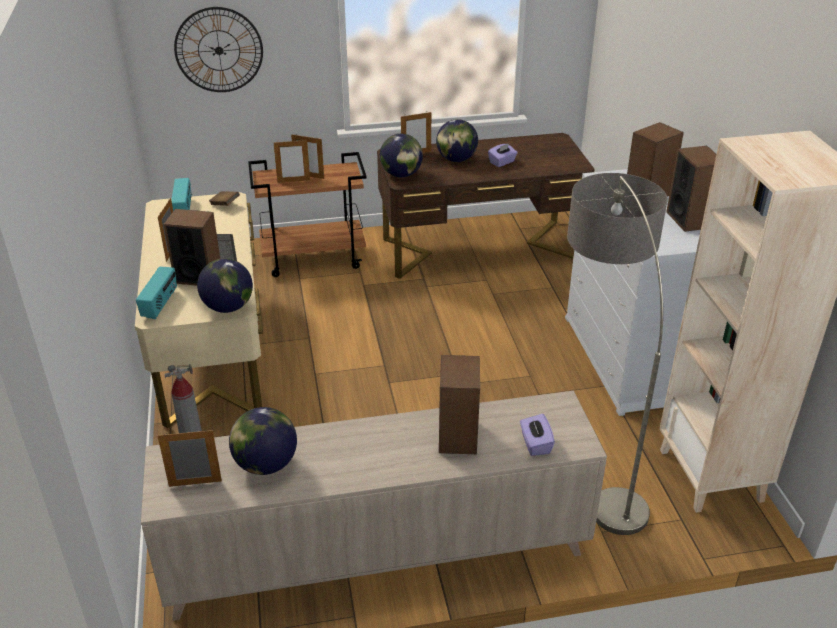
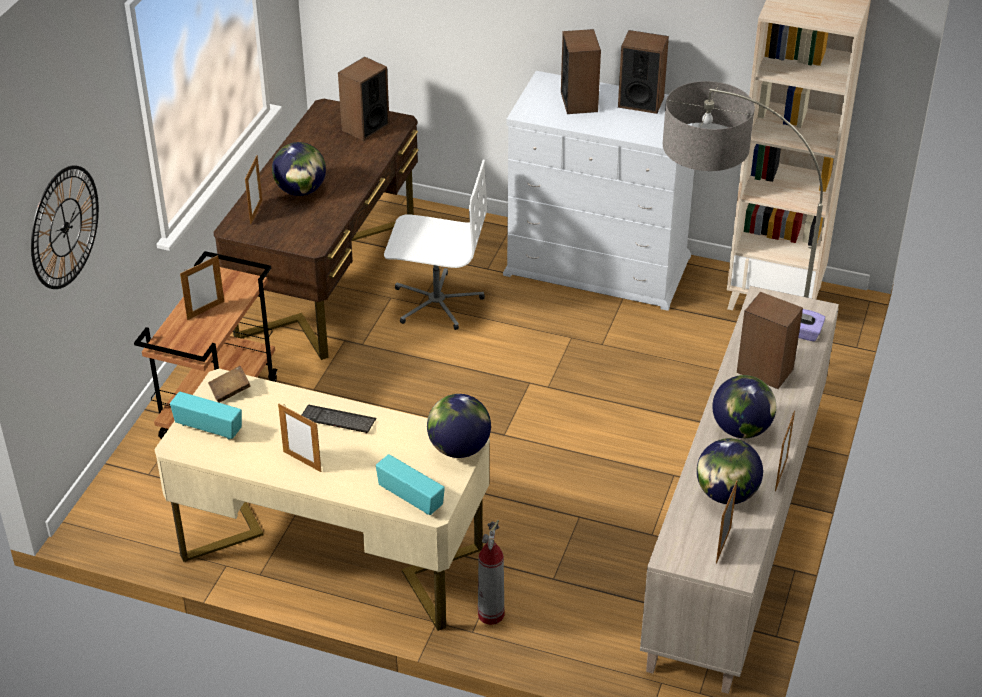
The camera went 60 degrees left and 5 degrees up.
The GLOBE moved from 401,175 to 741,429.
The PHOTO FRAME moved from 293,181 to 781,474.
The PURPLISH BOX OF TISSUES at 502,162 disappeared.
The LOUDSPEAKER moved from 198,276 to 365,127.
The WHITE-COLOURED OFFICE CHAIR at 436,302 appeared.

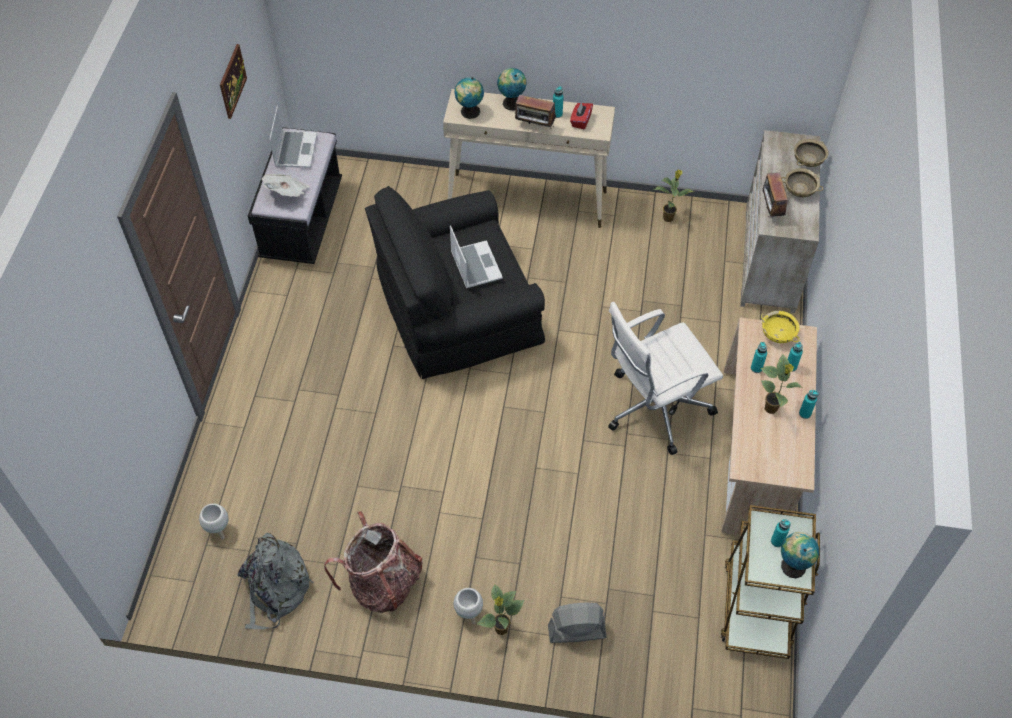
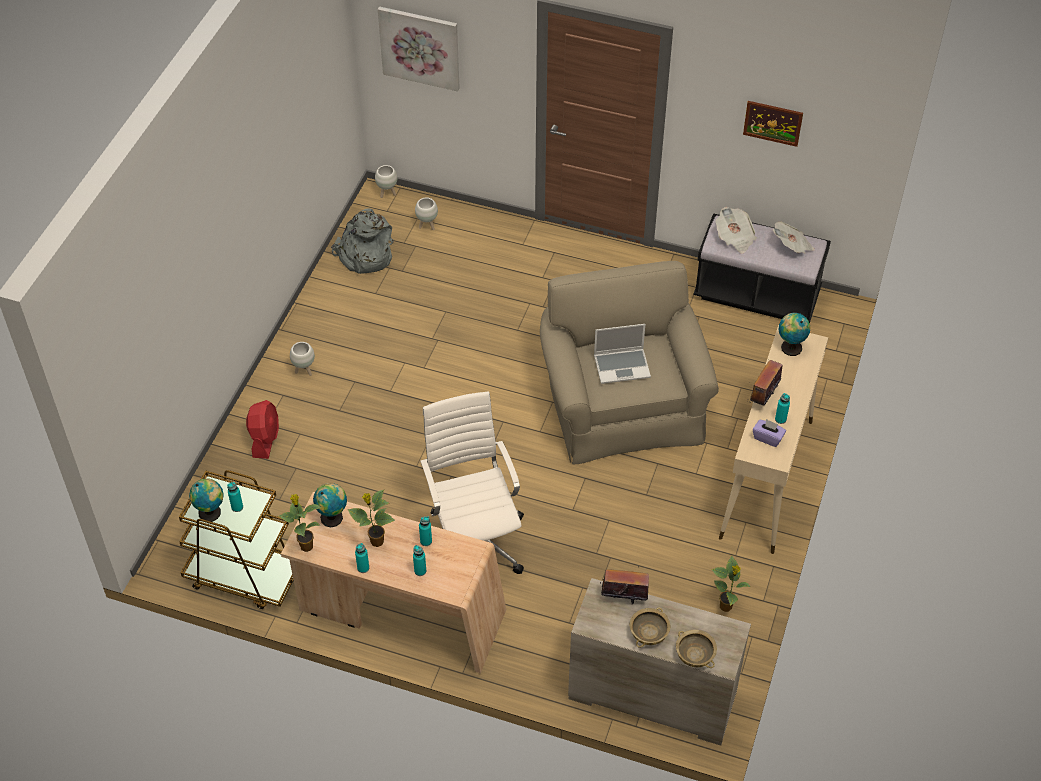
The camera went 100 degrees right and 5 degrees down.
The GLOBE moved from 511,102 to 333,517.
The REDDISH BOX OF TISSUES at 580,121 became the PURPLISH BOX OF TISSUES at 768,438.
The LAPTOP at 295,150 was replaced by the PRINTED PAPER at 792,246.
The BLACK ARMCHAIR at 458,312 became the BEIGE ARMCHAIR at 622,401.
The YELLOWISH DEEP DISH at 777,334 disappeared.
The KNAPSACK at 383,583 disappeared.
The PLANT IN A POT moved from 501,629 to 305,545.
The GREYISH ELECTRIC FAN at 576,631 became the REDDISH ELECTRIC FAN at 265,439.
The PICTURE at 420,47 appeared.
The WHITE-COLOURED FLOWER POT at 387,193 appeared.

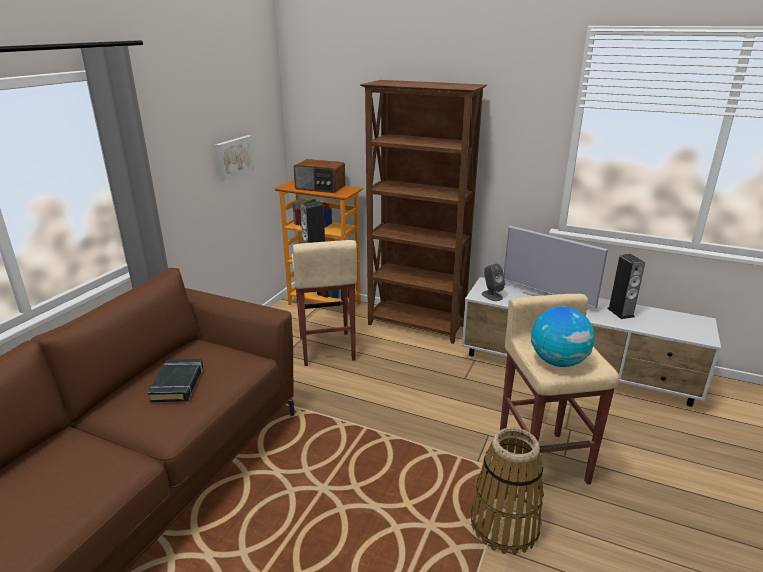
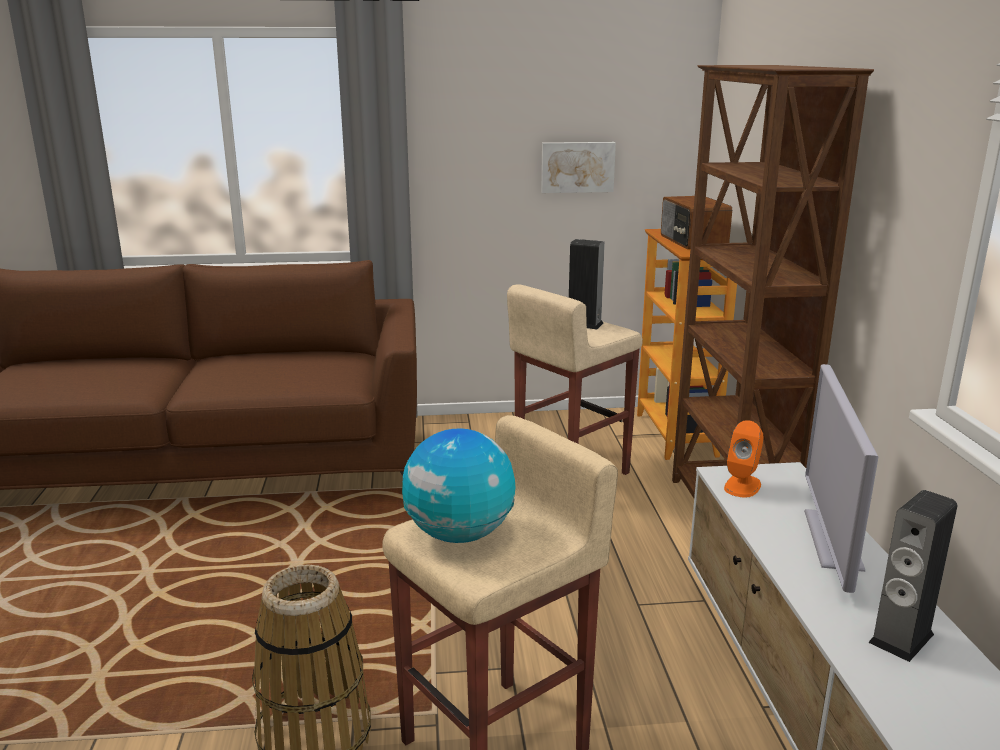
The camera went 60 degrees right and 5 degrees down.
The GREYISH LOUDSPEAKER at 491,295 became the ORANGEY LOUDSPEAKER at 742,486.
The BLACK BOUND BOOK at 178,384 disappeared.

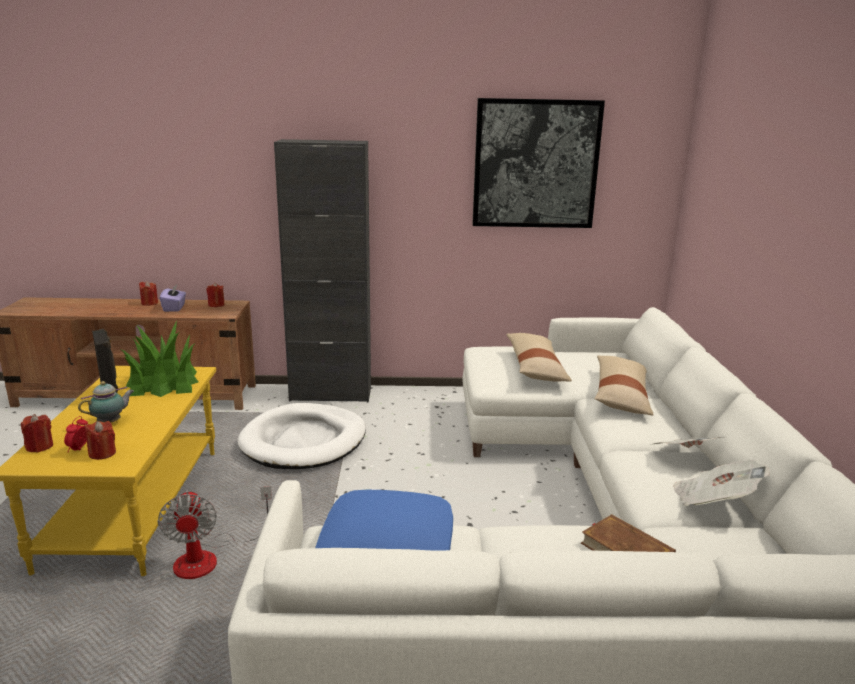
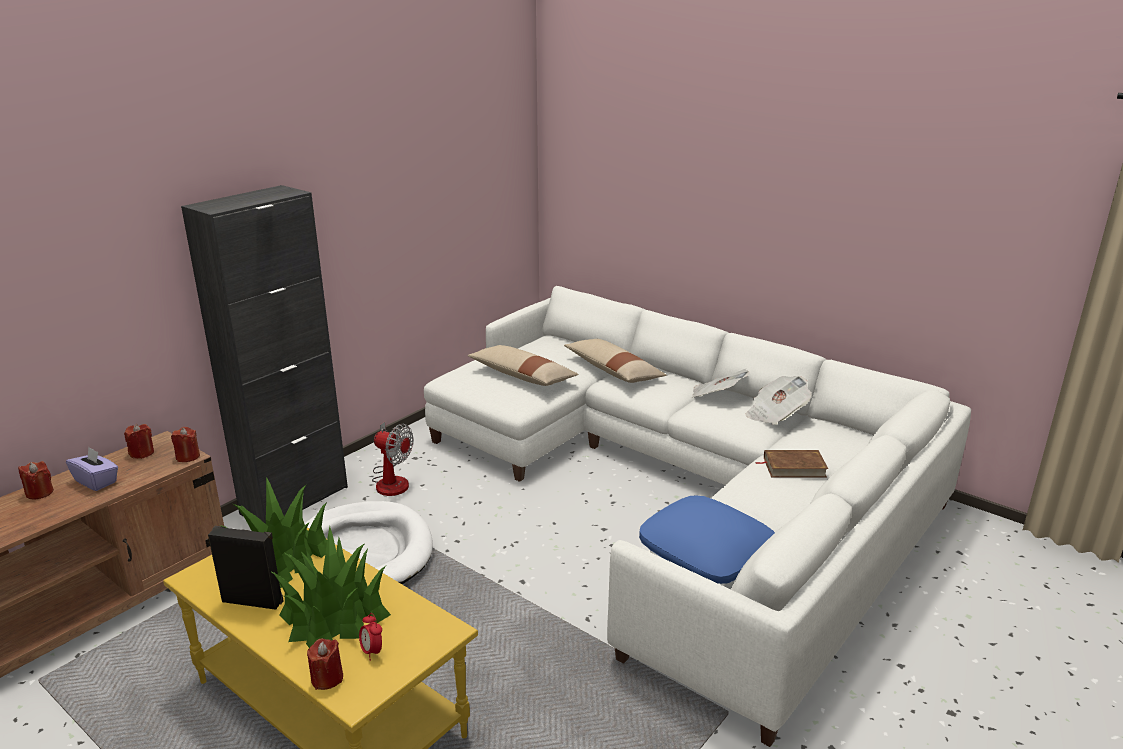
The camera went 50 degrees left and 5 degrees up.
The PICTURE at 535,164 disappeared.
The POT FOR TEA at 111,422 was replaced by the PLANT IN A POT at 333,616.
The REDDISH WAX CANDLE moved from 102,453 to 188,456.
The ELECTRIC FAN moved from 209,558 to 391,480.

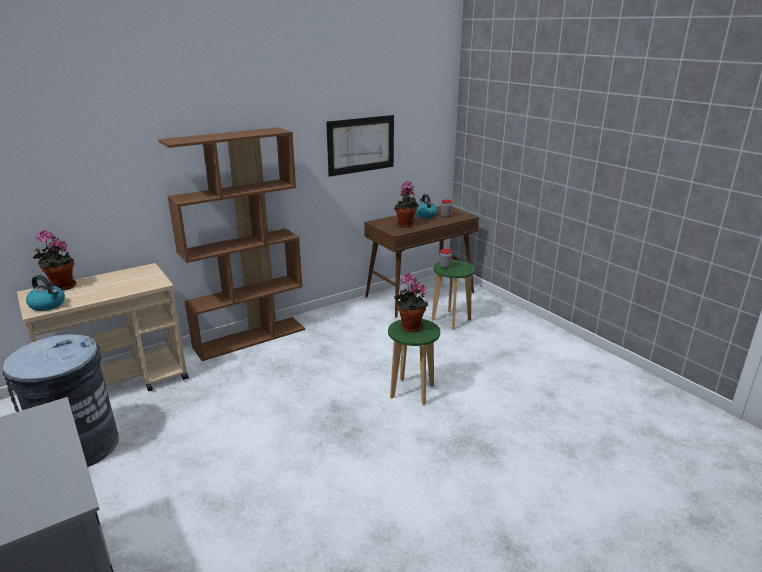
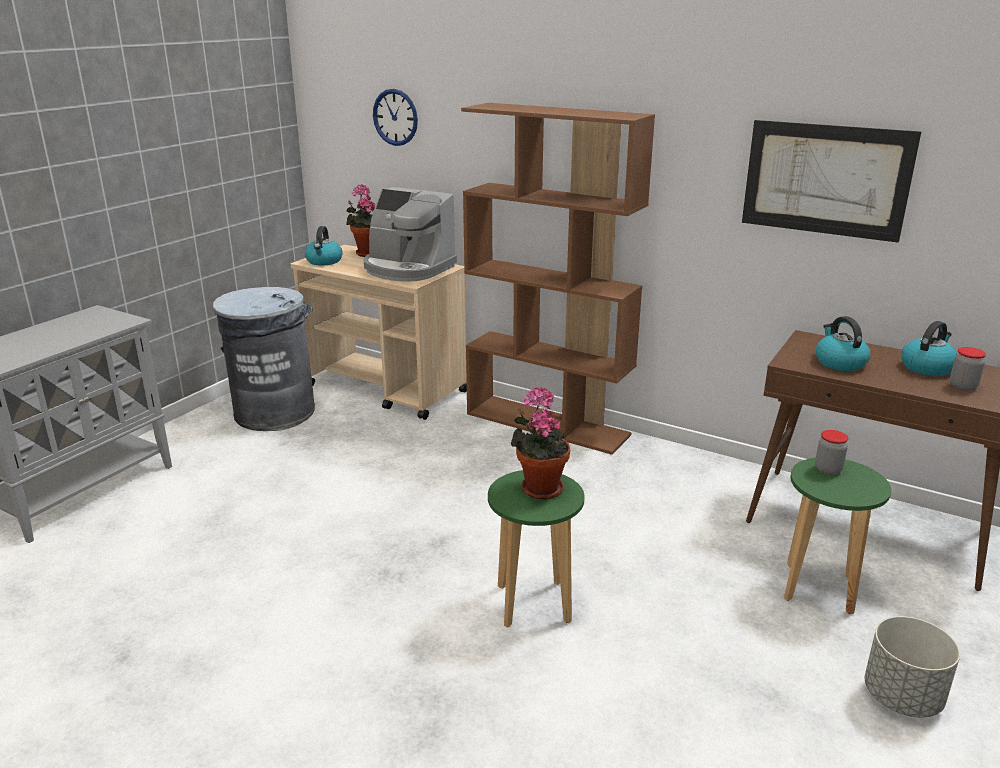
The camera went 65 degrees right and 0 degrees up.
The PLANT IN A POT at 406,225 was replaced by the TEA KETTLE at 839,363.
The HANGING CLOCK at 395,117 appeared.
The COFFEE MAKER at 407,269 appeared.
The GREYISH FLOWER POT at 902,697 appeared.

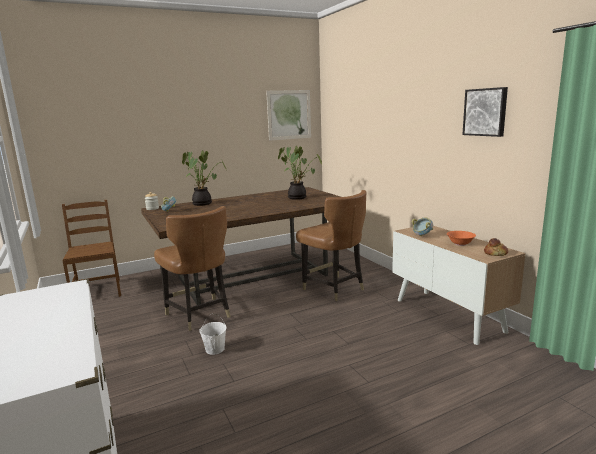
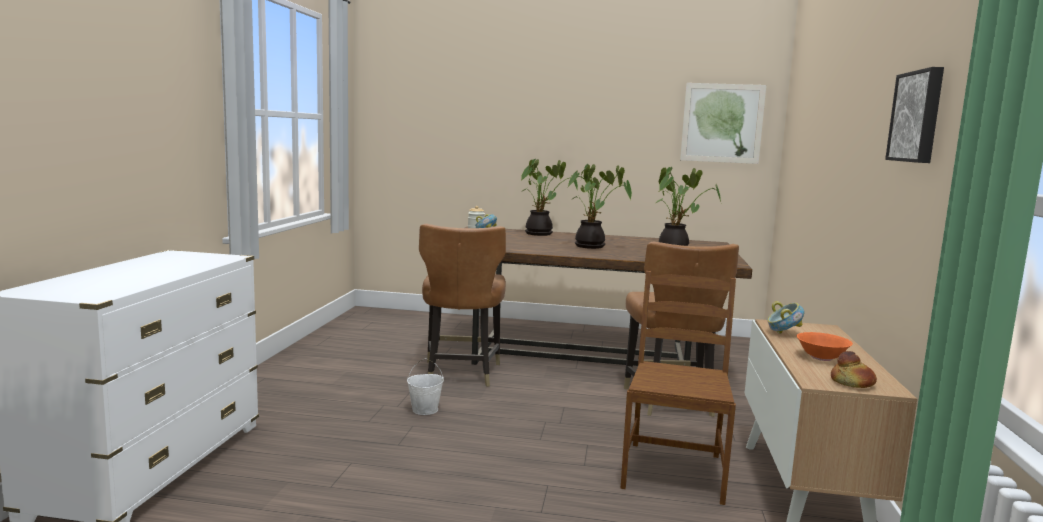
The camera went 35 degrees right and 5 degrees down.
The BROWN-COLOURED UPRIGHT CHAIR moved from 97,291 to 673,471.
The PLANT IN A POT at 592,246 appeared.

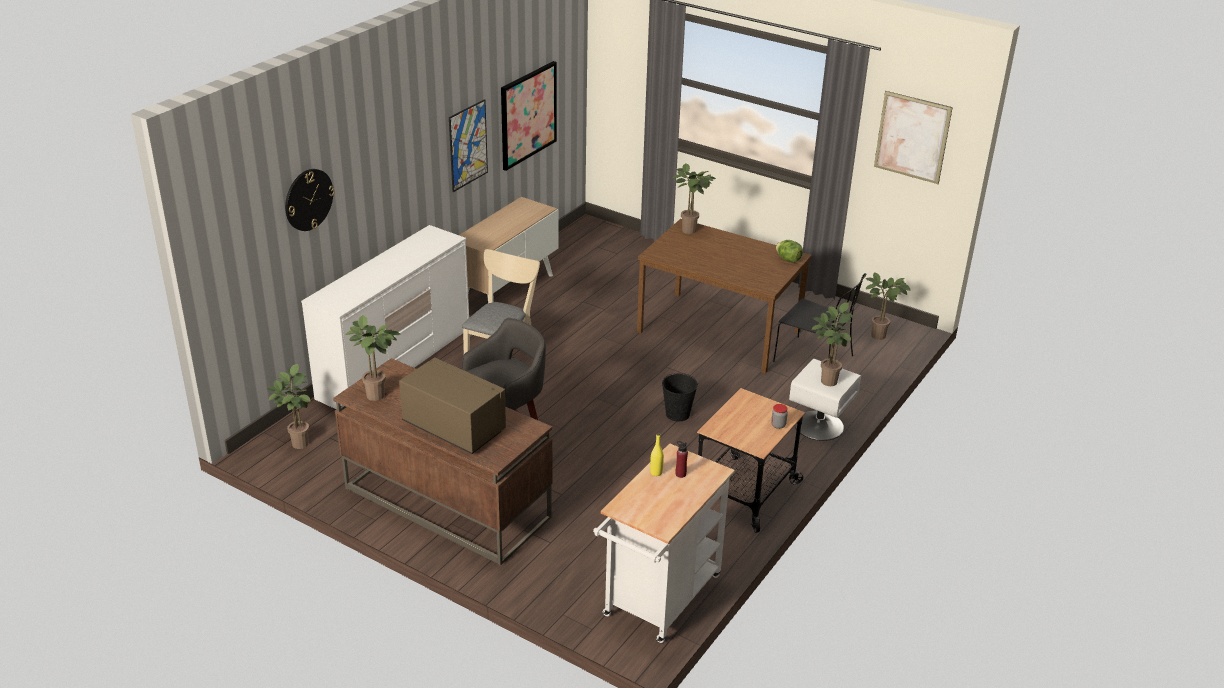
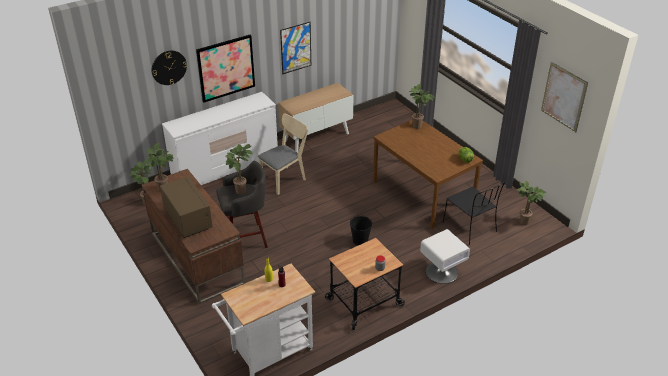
The camera went 25 degrees right and 5 degrees up.
The PICTURE moved from 528,115 to 226,68.
The PLANT IN A POT moved from 827,380 to 240,189.

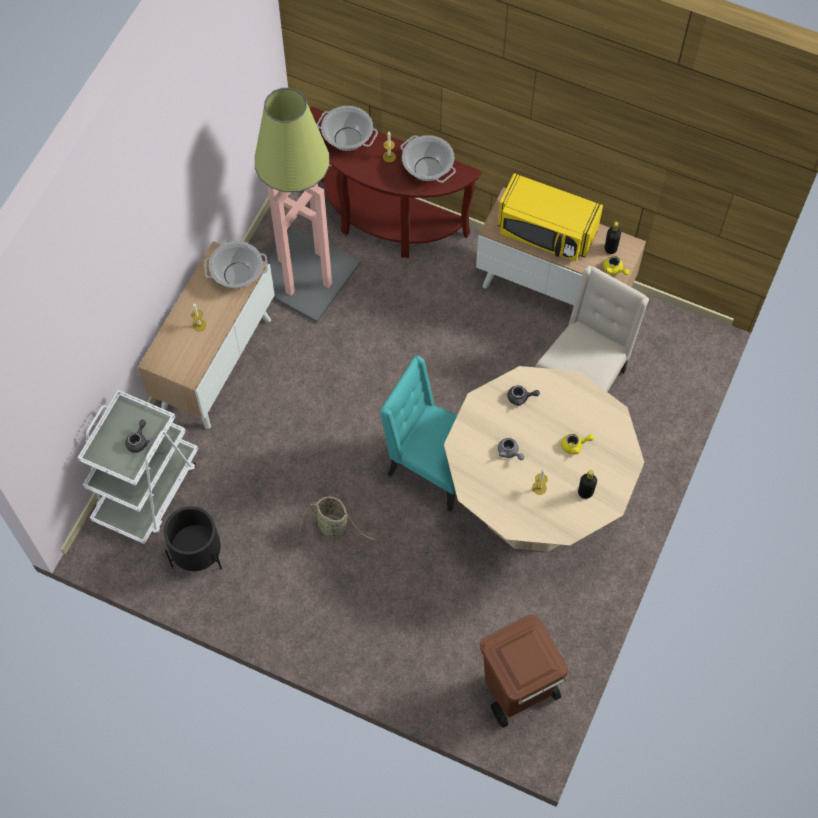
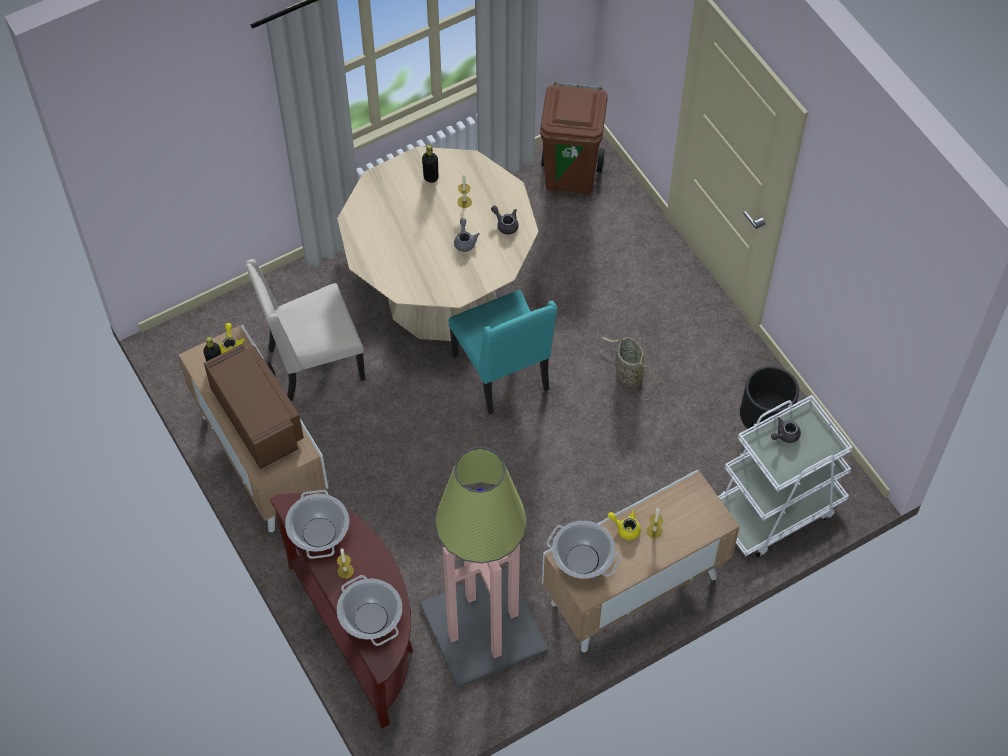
The camera went 145 degrees left and 5 degrees down.
The YELLOWISH KITCHEN MICROWAVE at 546,232 became the BROWN-COLOURED KITCHEN MICROWAVE at 258,417.
The GREYISH POT FOR TEA moved from 521,397 to 505,224.
The YELLOWISH POT FOR TEA moved from 575,445 to 625,528.

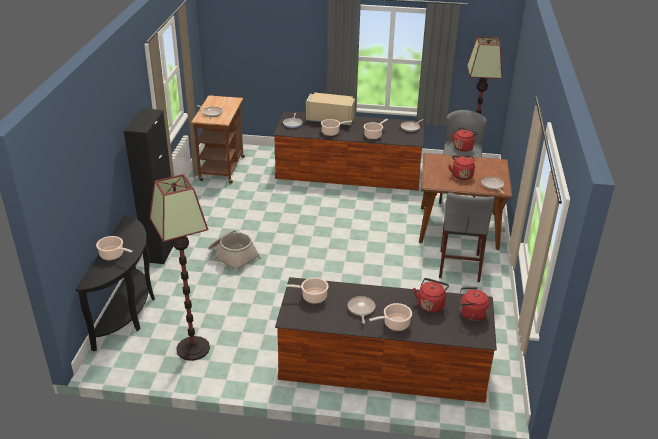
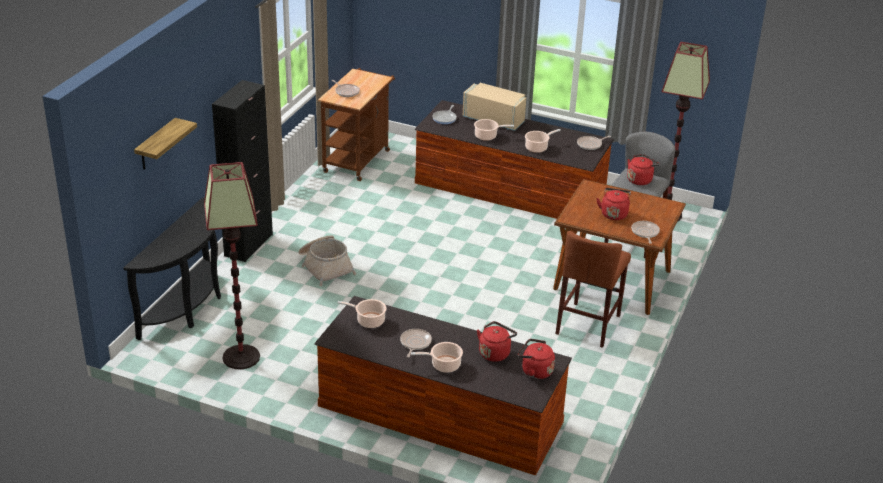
The camera went 15 degrees right and 0 degrees up.
The GREYISH STOOL SEAT at 459,265 became the BROWN-COLOURED STOOL SEAT at 588,324.
The SAUCEPOT at 113,255 disappeared.
The WALL SHELF at 156,145 appeared.

